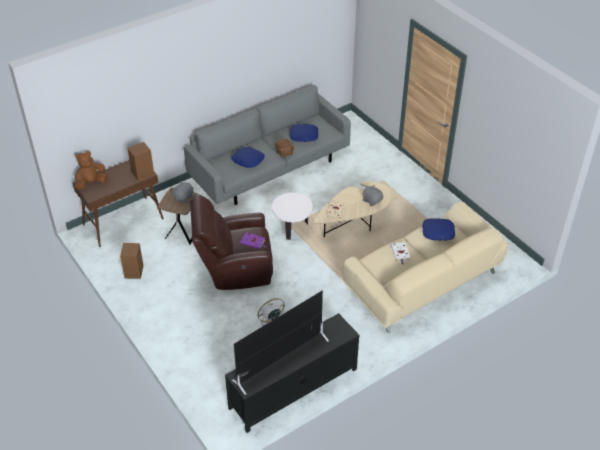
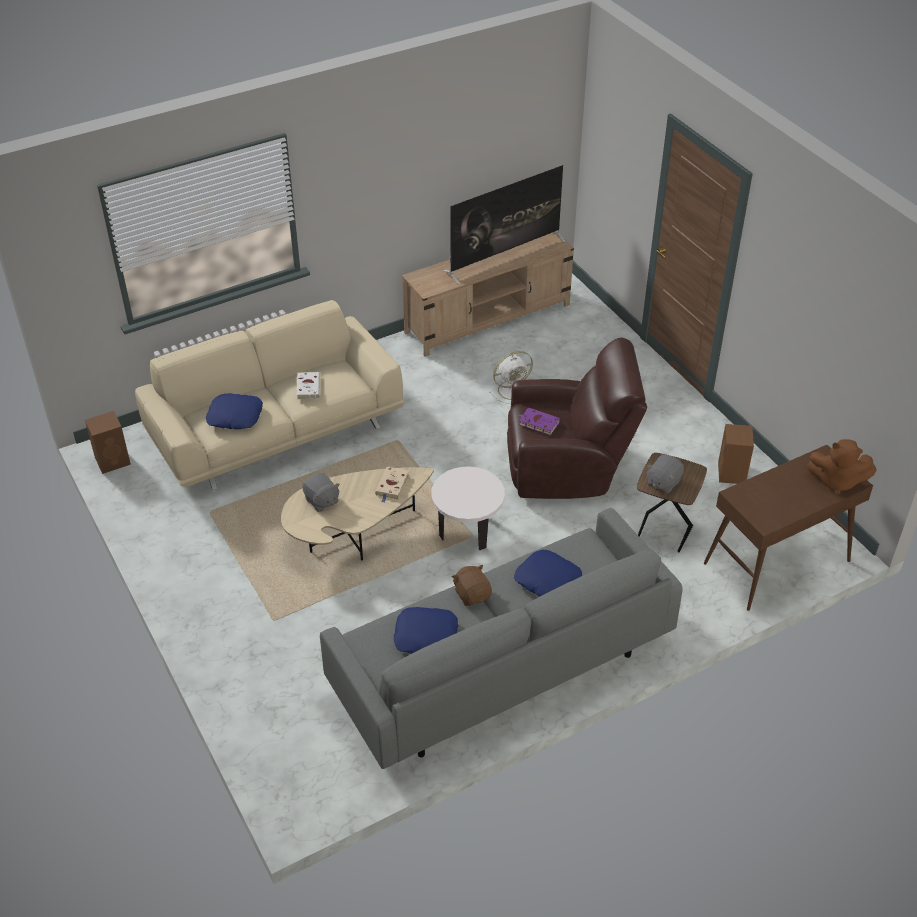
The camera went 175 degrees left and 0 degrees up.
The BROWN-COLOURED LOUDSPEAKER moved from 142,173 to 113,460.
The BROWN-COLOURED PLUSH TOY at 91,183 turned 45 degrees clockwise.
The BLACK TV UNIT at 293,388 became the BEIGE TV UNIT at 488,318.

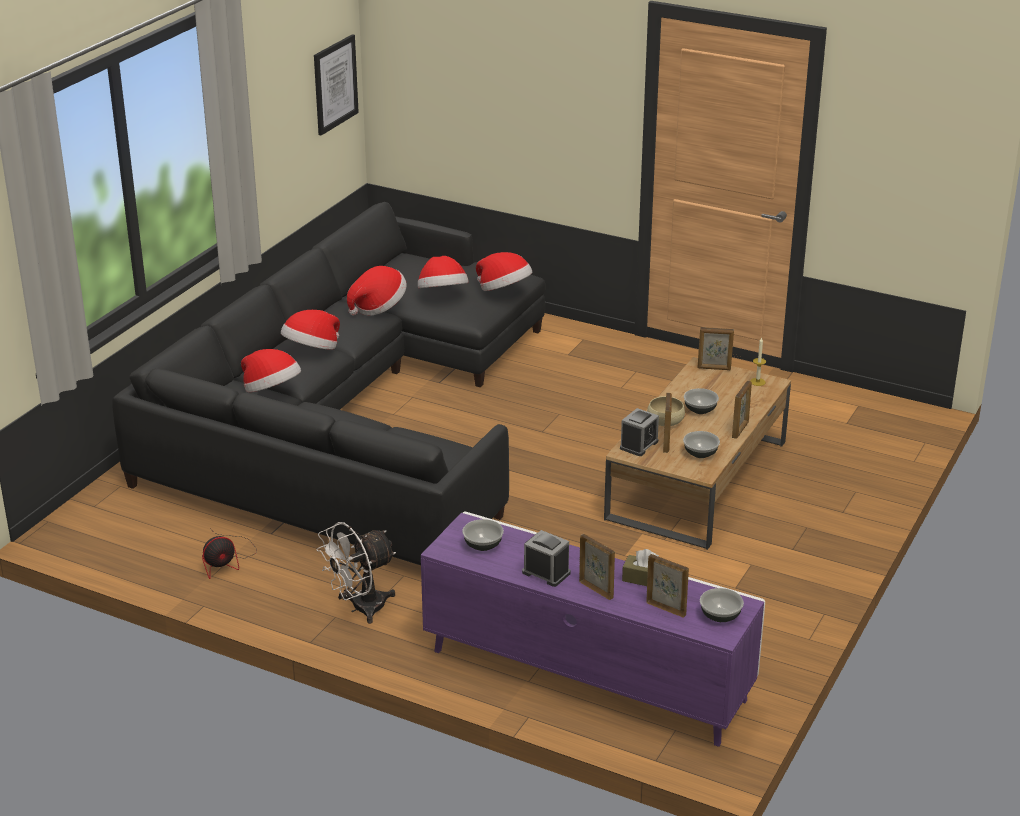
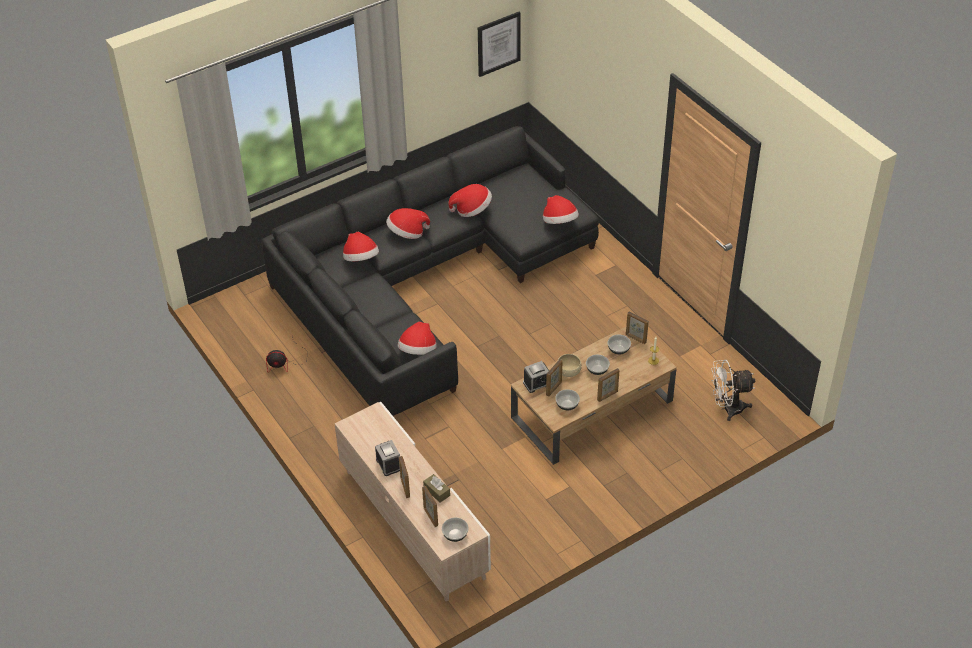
The camera went 30 degrees right and 15 degrees up.
The CLOTHING HAT moved from 442,295 to 418,351.
The PURPLISH TV UNIT at 587,676 became the BEIGE TV UNIT at 414,524.
The DEEP DISH moved from 483,545 to 618,350.
The WHITE-COLOURED ELECTRIC FAN moved from 360,608 to 727,408.

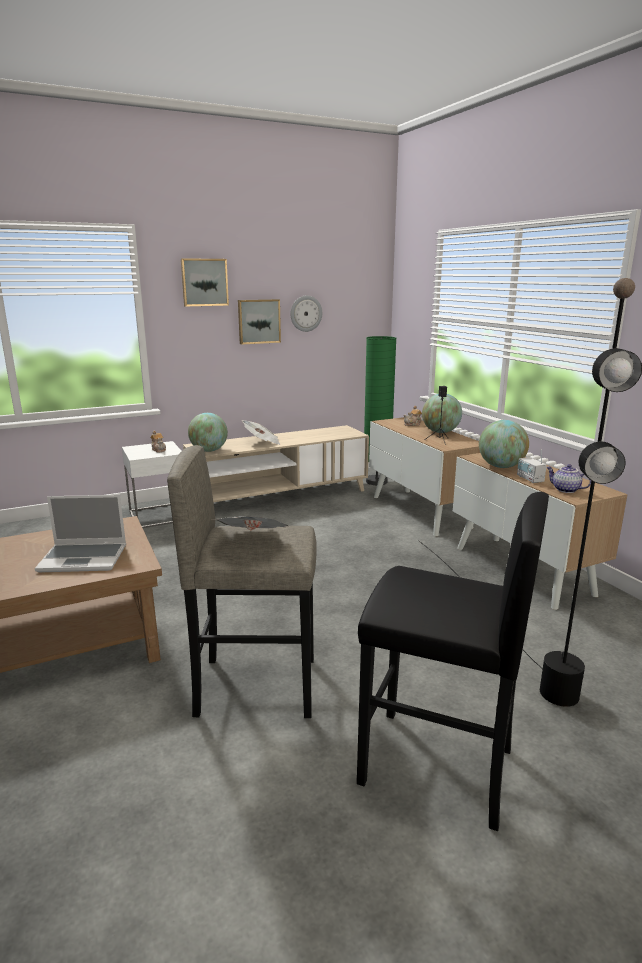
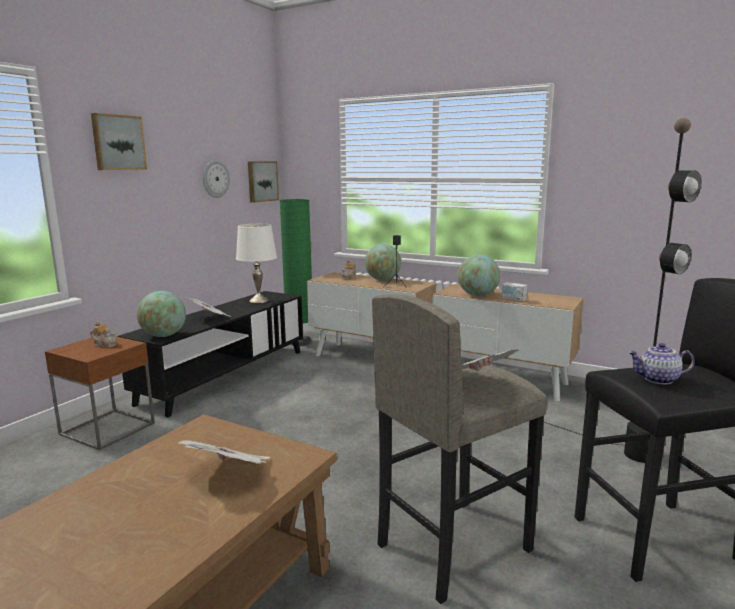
The camera went 35 degrees left and 5 degrees down.
The PICTURE moved from 258,321 to 262,181.
The BEIGE TV UNIT at 279,497 became the BLACK TV UNIT at 226,376.
The WHITE-COLOURED SIDE TABLE at 159,515 became the BROWN-COLOURED SIDE TABLE at 107,428.
The POT FOR TEA moved from 565,490 to 658,380.
The LAPTOP at 84,558 was replaced by the PRINTED PAPER at 229,473.
The WHITE-COLOURED TABLE LAMP at 259,300 appeared.

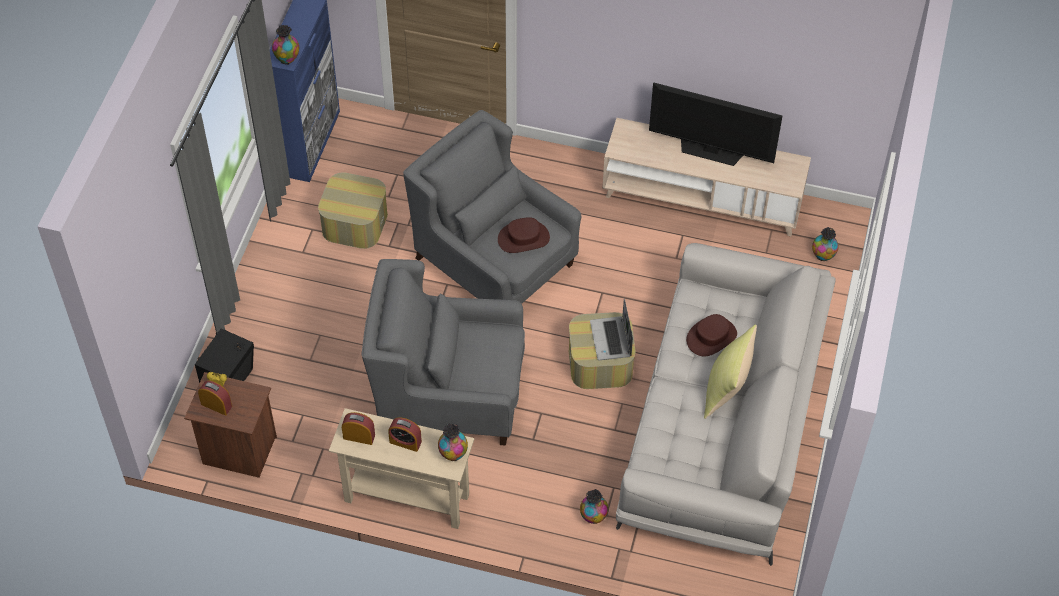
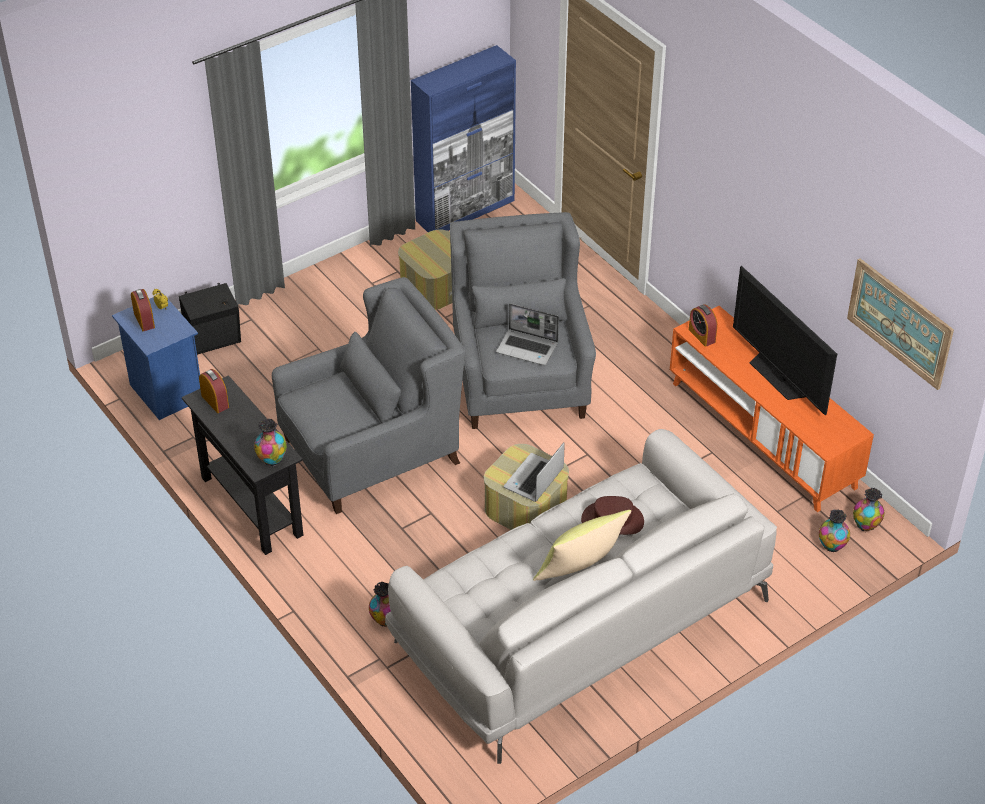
The camera went 40 degrees right and 10 degrees down.
The FLOWER VASE moved from 287,58 to 866,525.
The BEIGE TV UNIT at 702,199 became the ORANGEY TV UNIT at 762,434.
The BROWN-COLOURED CLOTHING HAT at 523,238 was replaced by the LAPTOP at 528,348.
The GREYISH ARMCHAIR at 449,394 turned 105 degrees clockwise.
The BROWN-COLOURED BEDSIDE TABLE at 238,451 became the BLUE BEDSIDE TABLE at 165,392.
The BEIGE CONSOLE TABLE at 407,498 became the BLACK CONSOLE TABLE at 251,506.
The TABLE CLOCK moved from 405,442 to 702,335.
The PICTURE at 899,323 appeared.

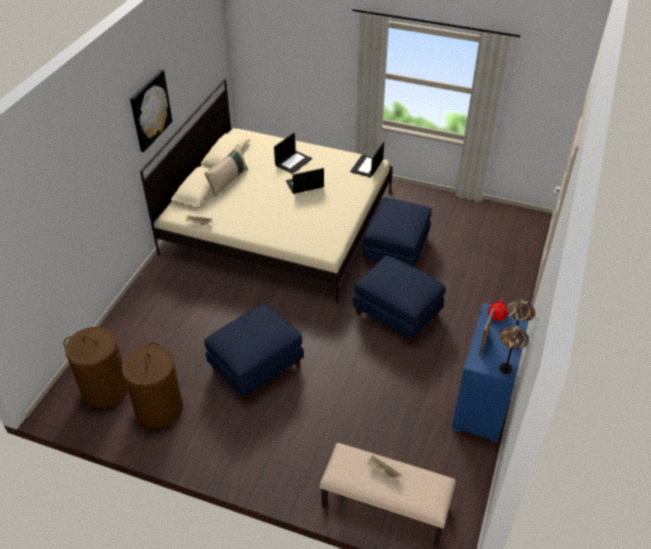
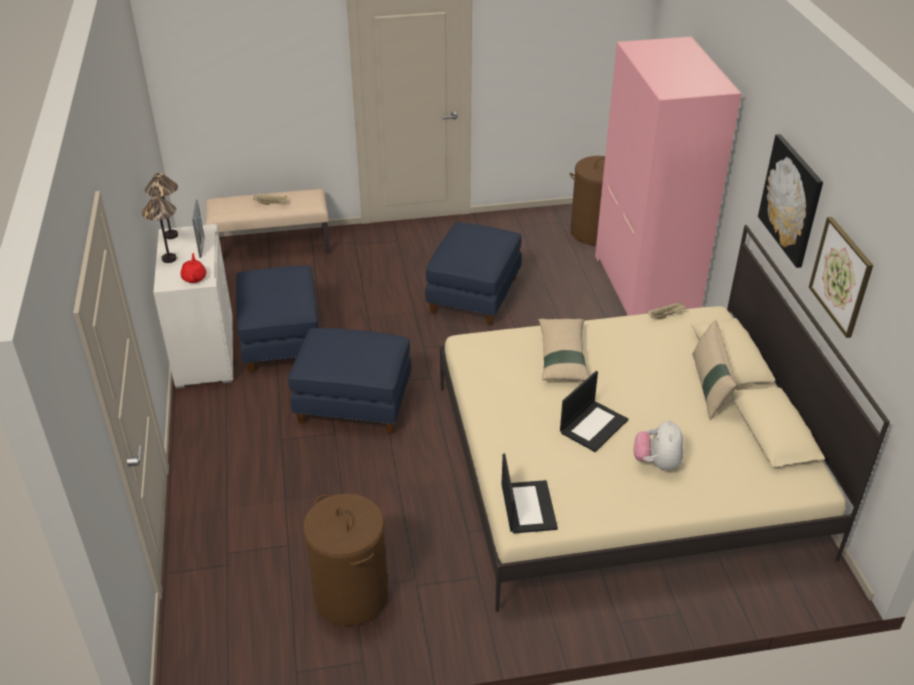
The camera went 150 degrees right and 5 degrees down.
The LAPTOP at 293,162 was replaced by the PLUSH TOY at 657,463.
The BLUE POUFFE moved from 395,250 to 283,341.
The BLUE DRAWER CHEST at 484,401 became the WHITE-COLOURED DRAWER CHEST at 204,351.
The BROWN-COLOURED HAMPER moved from 159,408 to 350,595.
The PINK CLOTHES CUPBOARD at 646,286 appeared.
The PICTURE at 841,276 appeared.
The BEIGE PILLOW at 563,357 appeared.

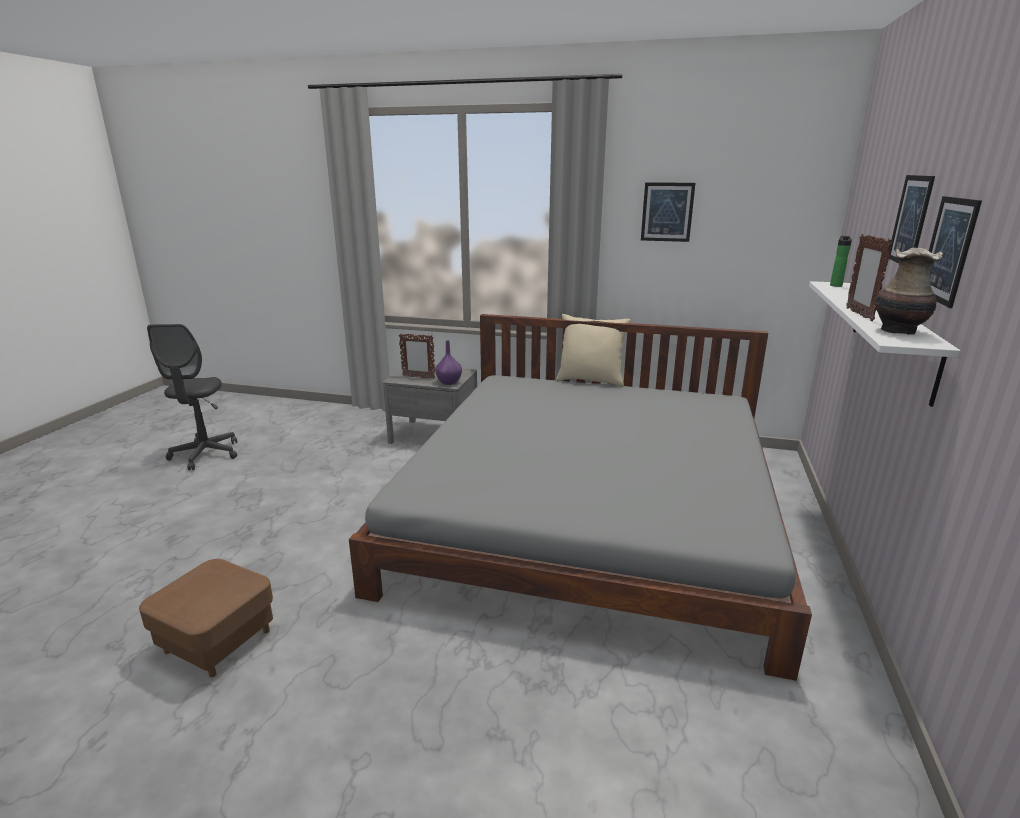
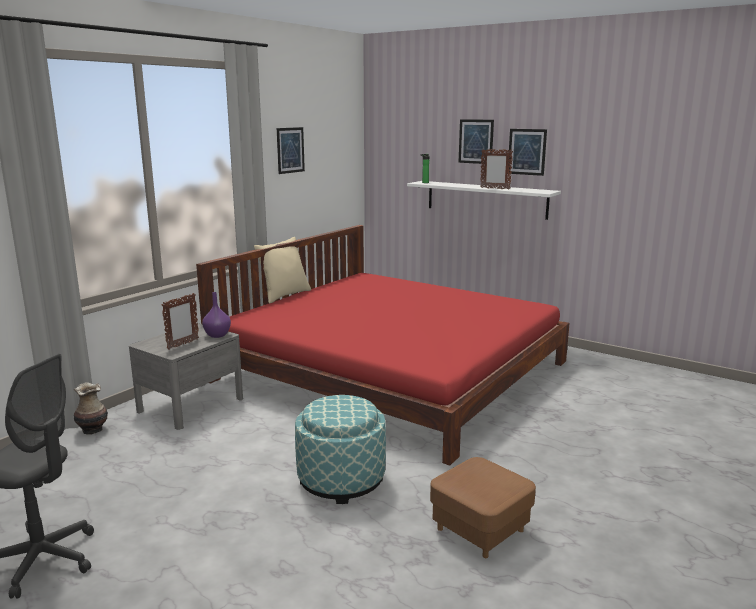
The camera went 70 degrees left and 5 degrees down.
The FLOWER VASE moved from 898,330 to 93,430.
The GREYISH BEDROOM BED at 589,513 became the REDDISH BEDROOM BED at 392,371.
The POUFFE at 341,480 appeared.

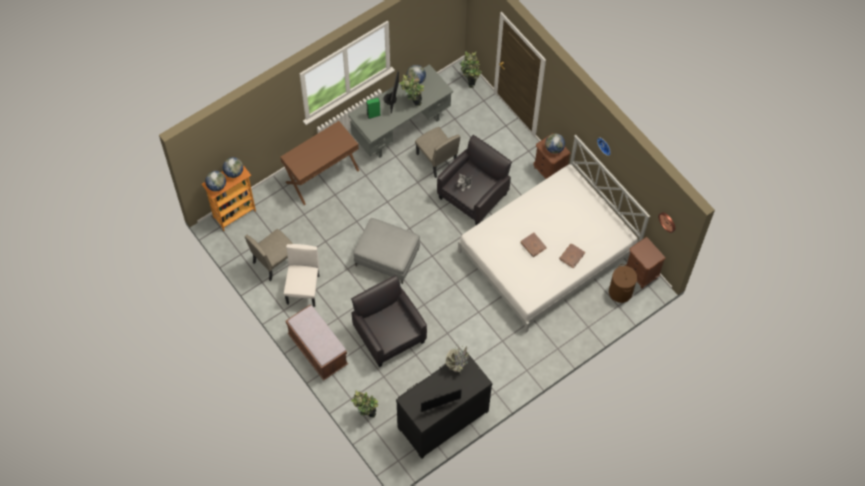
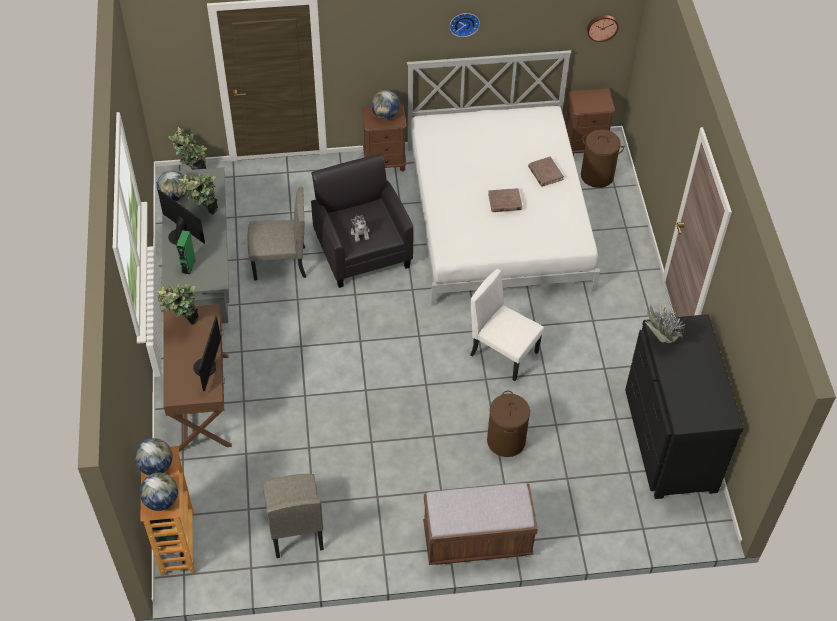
The camera went 60 degrees left and 10 degrees down.
The GREYISH POUFFE at 387,257 disappeared.
The WHITE-COLOURED UPRIGHT CHAIR moved from 303,289 to 504,353.
The BLACK ARMCHAIR at 389,334 was replaced by the BROWN-COLOURED HAMPER at 506,440.
The COMPUTER SCREEN moved from 440,403 to 207,368.
The PLANT IN A POT moved from 365,413 to 184,326.

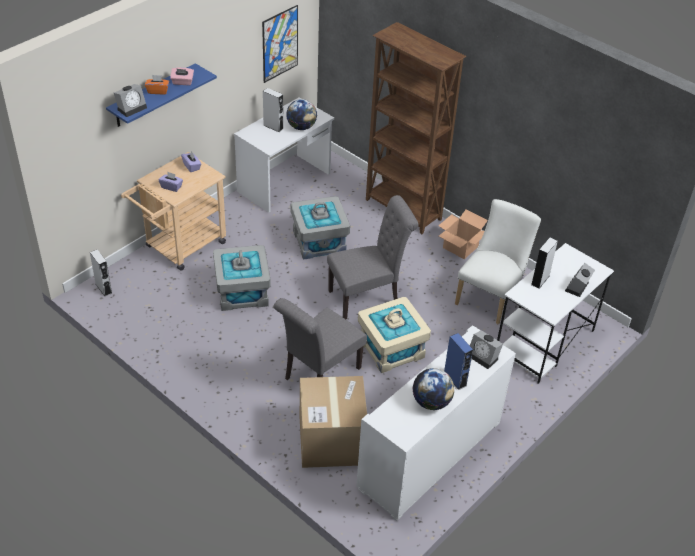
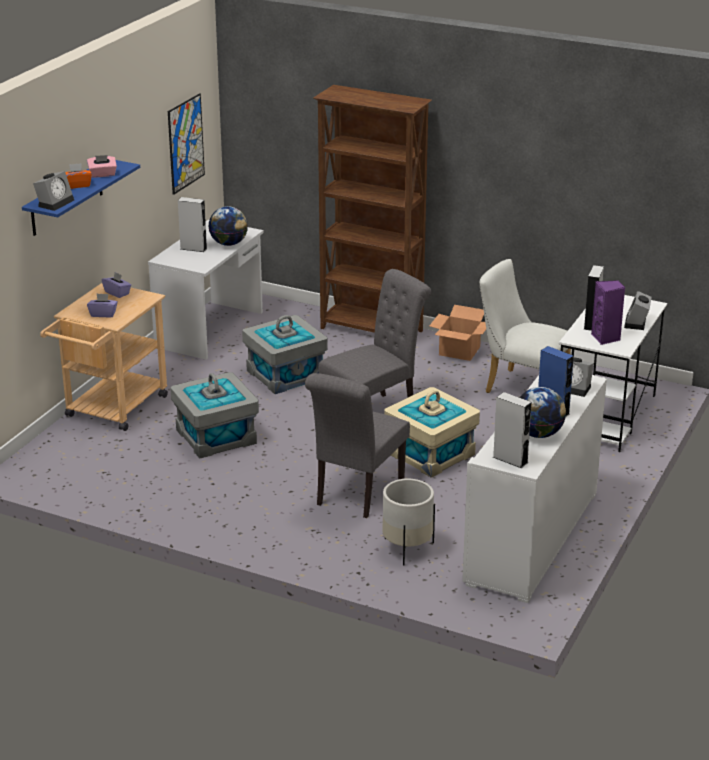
The camera went 15 degrees left and 15 degrees down.
The WHITE-COLOURED UPRIGHT CHAIR at 490,296 turned 75 degrees counterclockwise.
The GREYISH LOUDSPEAKER moved from 103,288 to 510,460.
The CARTON at 331,440 was replaced by the WHITE-COLOURED FLOWER POT at 407,548.
The PURPLISH LOUDSPEAKER at 606,338 appeared.

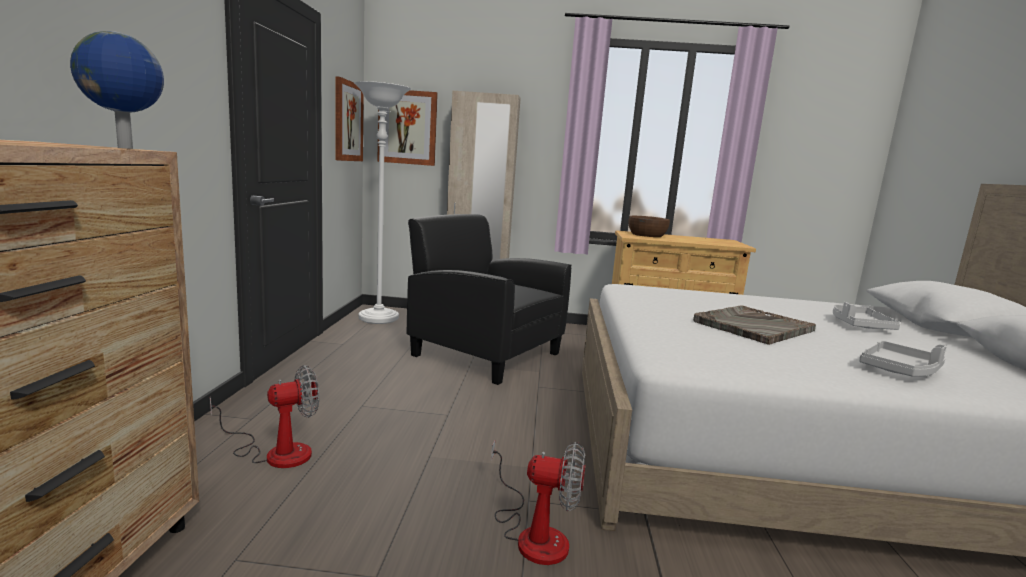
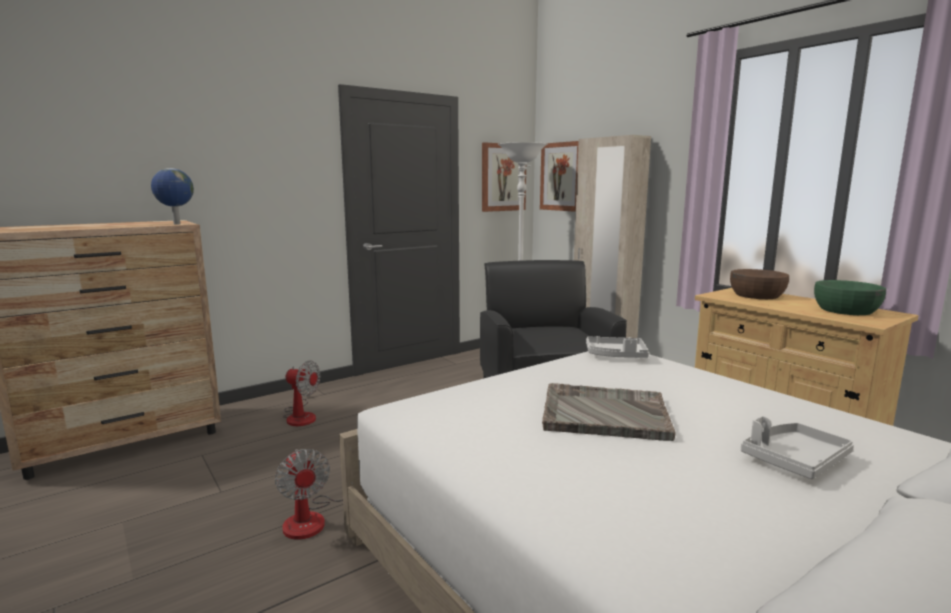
The camera went 50 degrees right and 0 degrees up.
The GREYISH TRAY moved from 899,370 to 616,355.
The GREENISH DEEP DISH at 846,310 appeared.

